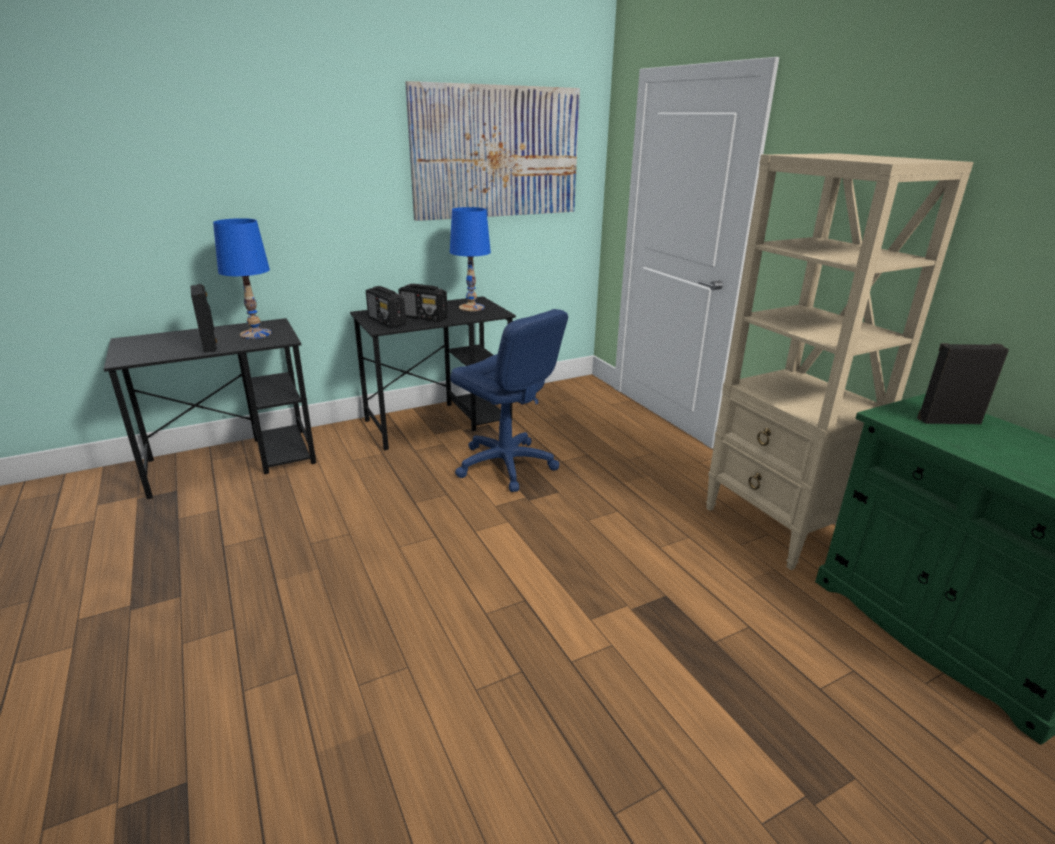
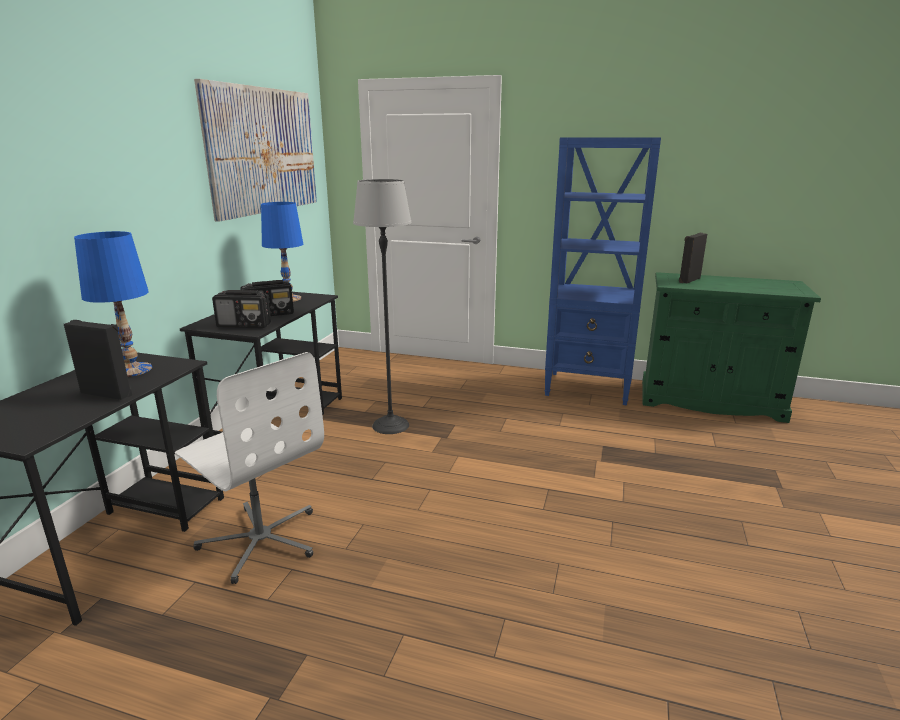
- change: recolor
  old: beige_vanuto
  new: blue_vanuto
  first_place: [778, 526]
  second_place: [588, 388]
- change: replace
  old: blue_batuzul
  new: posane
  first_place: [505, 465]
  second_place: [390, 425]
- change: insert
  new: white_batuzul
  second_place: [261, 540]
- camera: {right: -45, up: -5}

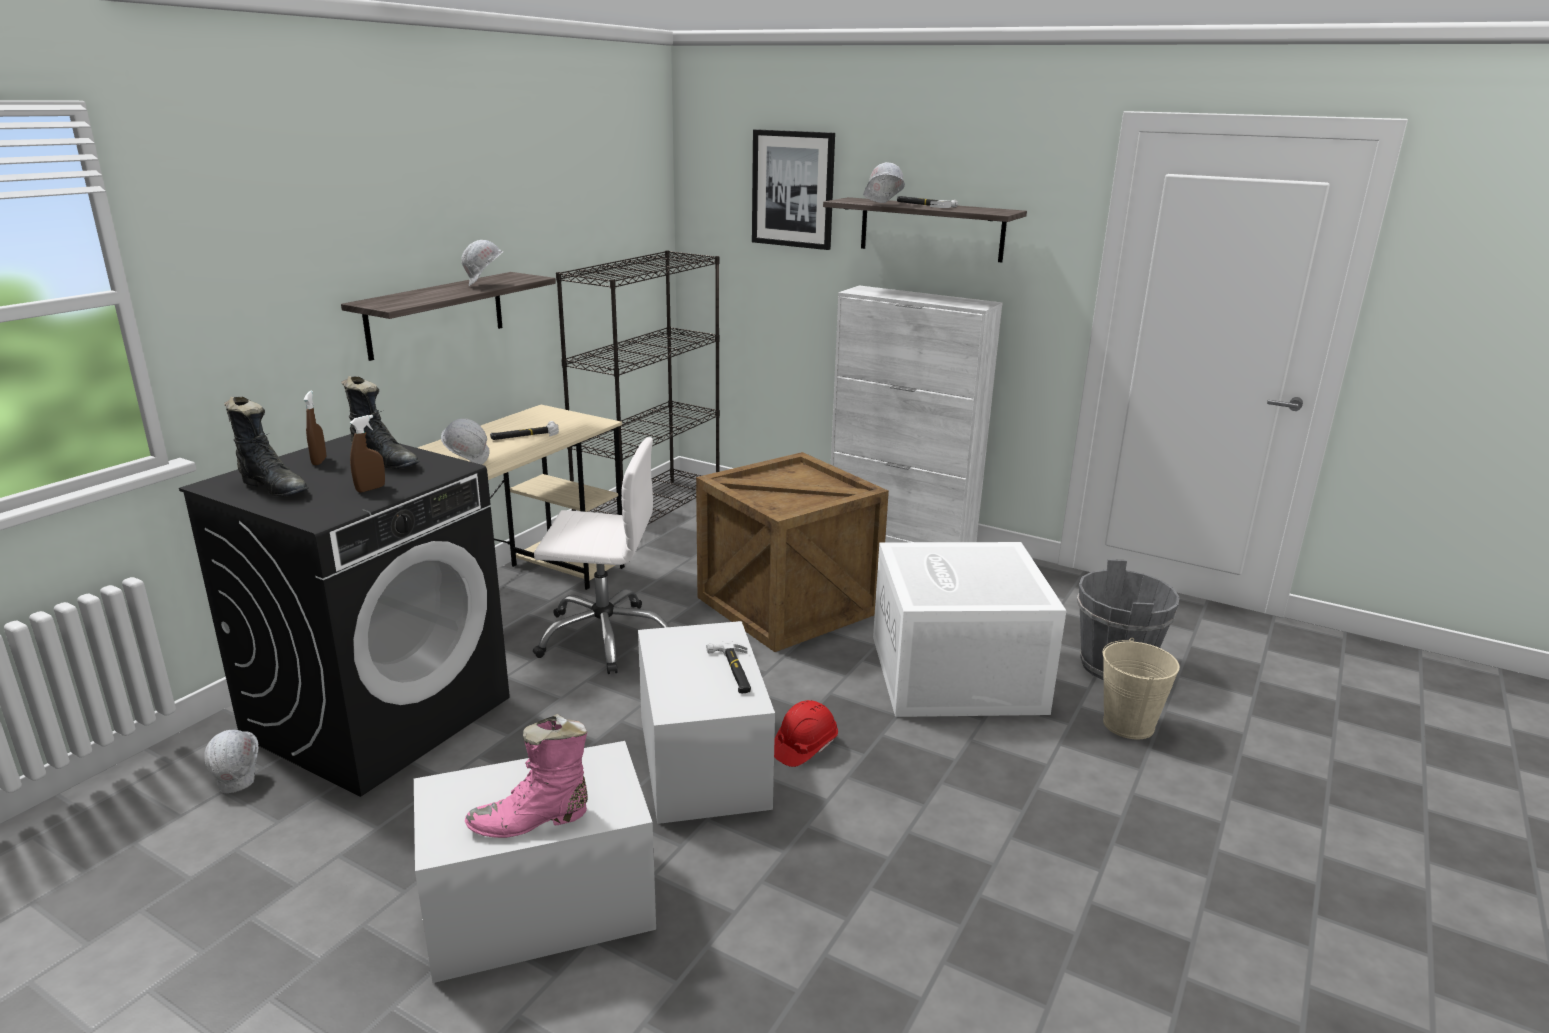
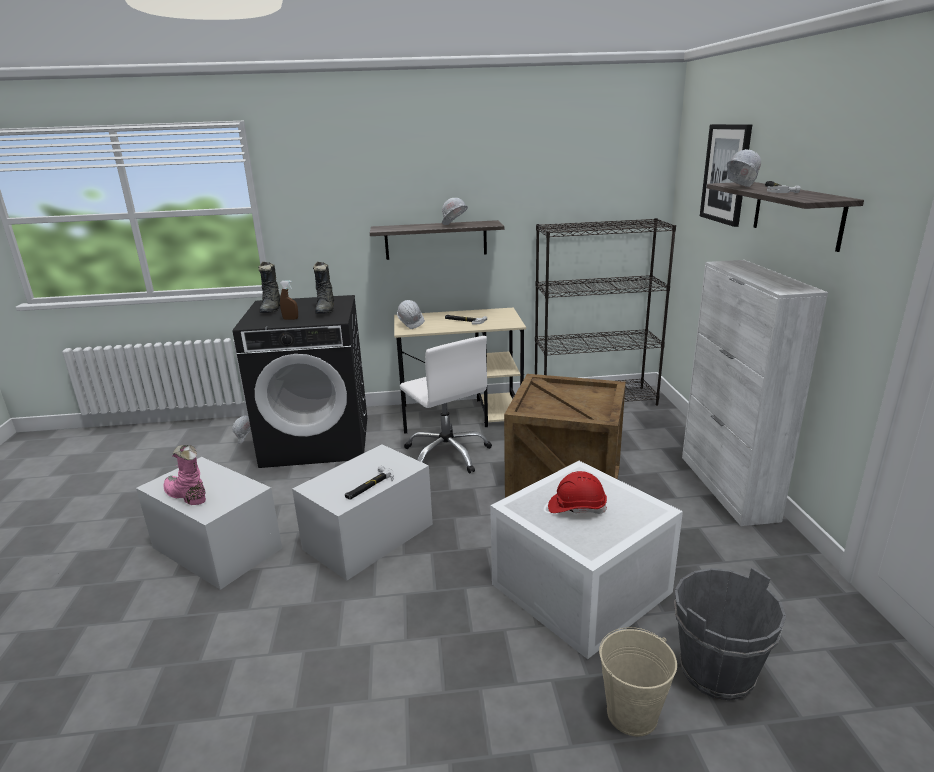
- change: delete
  old: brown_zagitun
  first_place: [319, 461]
- change: move
  old: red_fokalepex
  first_place: [804, 747]
  second_place: [576, 507]
- camera: {right: 55, up: 0}

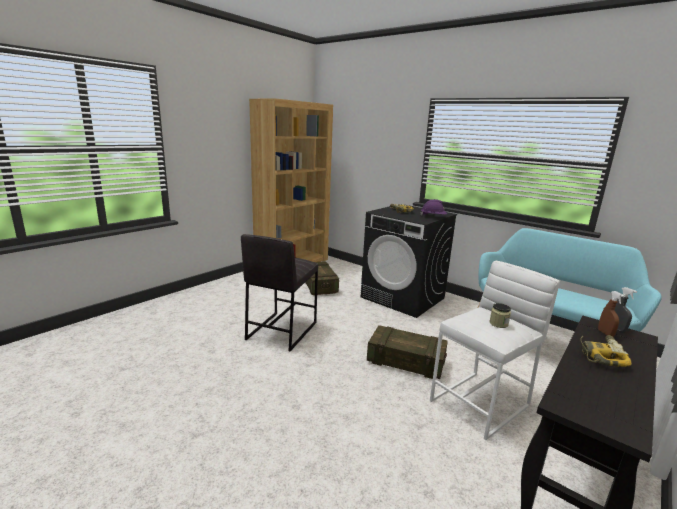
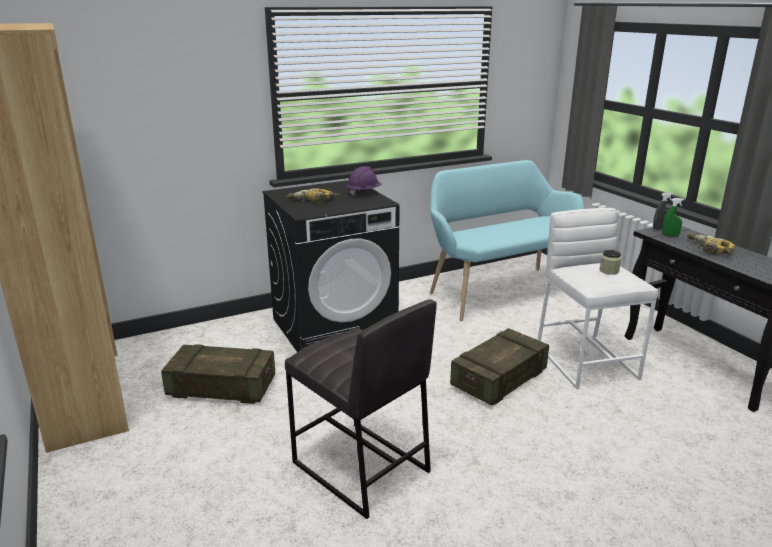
- change: recolor
  old: brown_zagitun
  new: green_zagitun
  first_place: [605, 333]
  second_place: [670, 235]
- camera: {right: -65, up: 5}

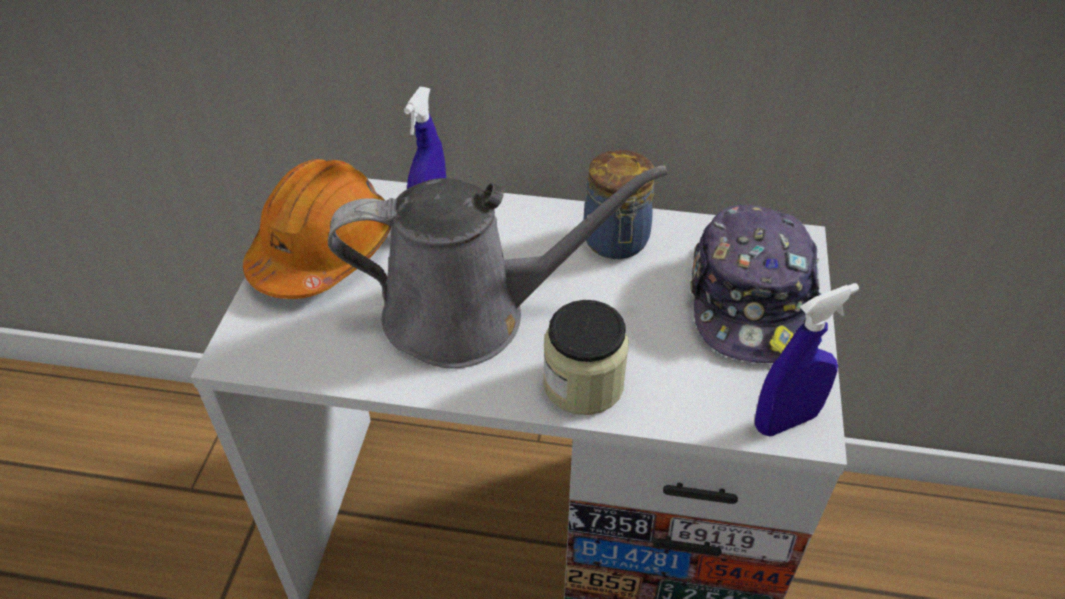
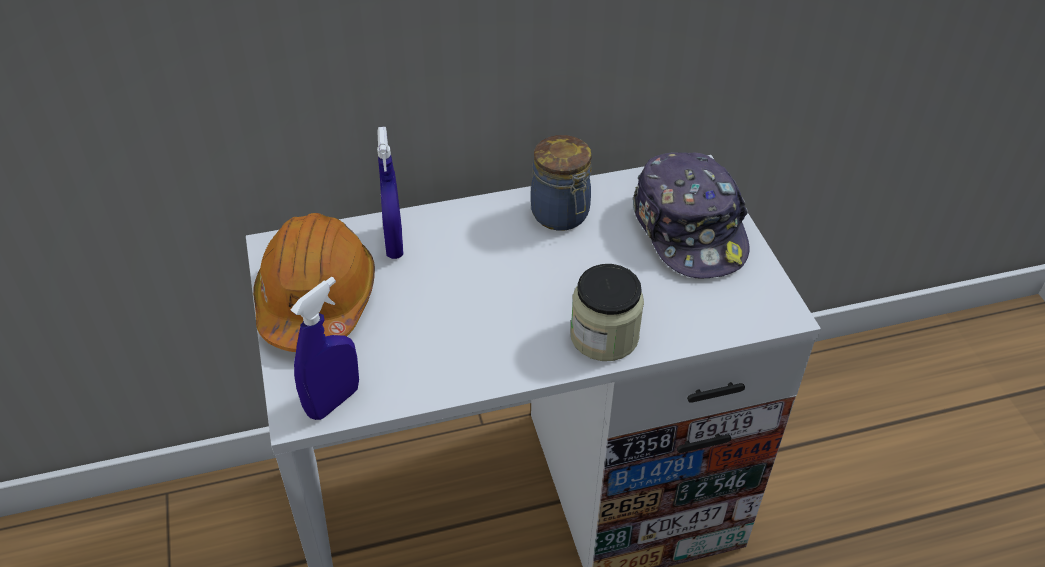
- change: delete
  old: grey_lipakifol
  first_place: [469, 314]
- change: move
  old: blue_zagitun
  first_place: [785, 420]
  second_place: [333, 401]
- camera: {right: -25, up: 0}

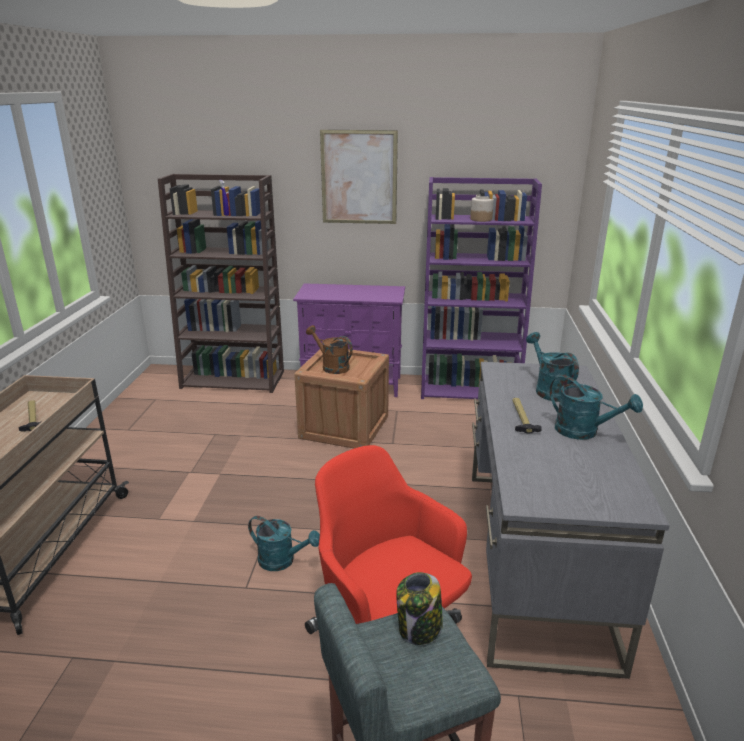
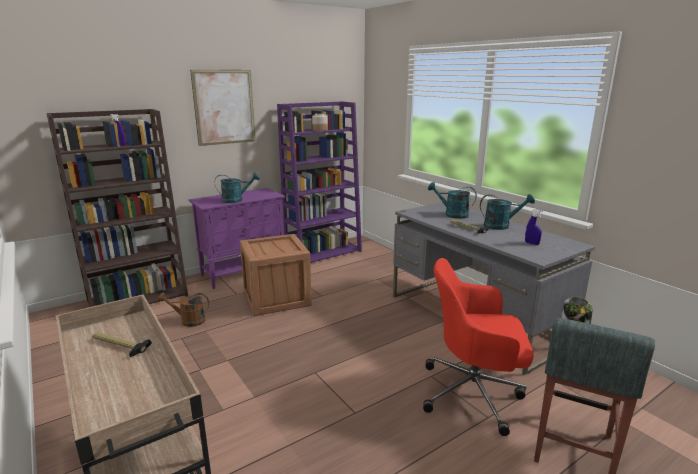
- change: move
  old: brown_lipakifol
  first_place: [331, 366]
  second_place: [188, 321]
- change: move
  old: turquoise_lipakifol
  first_place: [282, 561]
  second_place: [236, 200]
- change: insert
  new: blue_zagitun
  second_place: [531, 243]
- camera: {right: -40, up: -5}

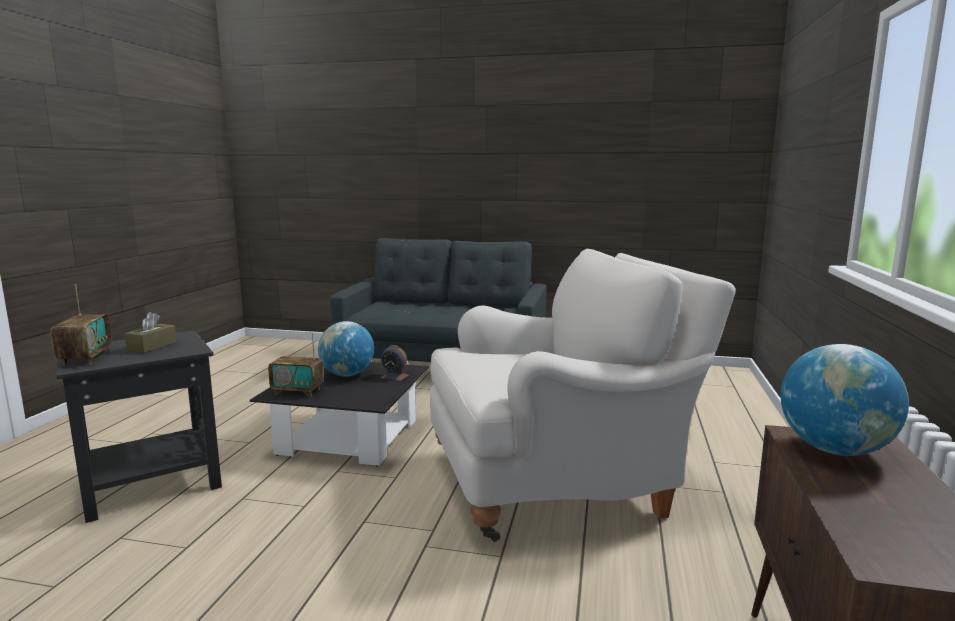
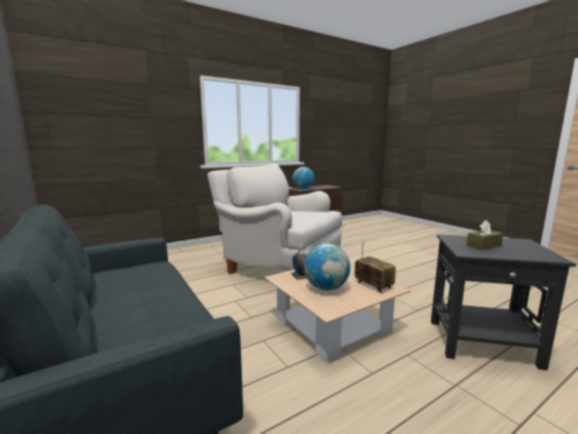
- change: delete
  old: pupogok
  first_place: [85, 358]
- change: recolor
  old: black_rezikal
  new: beige_rezikal
  first_place: [349, 437]
  second_place: [332, 325]
- camera: {right: -135, up: 0}

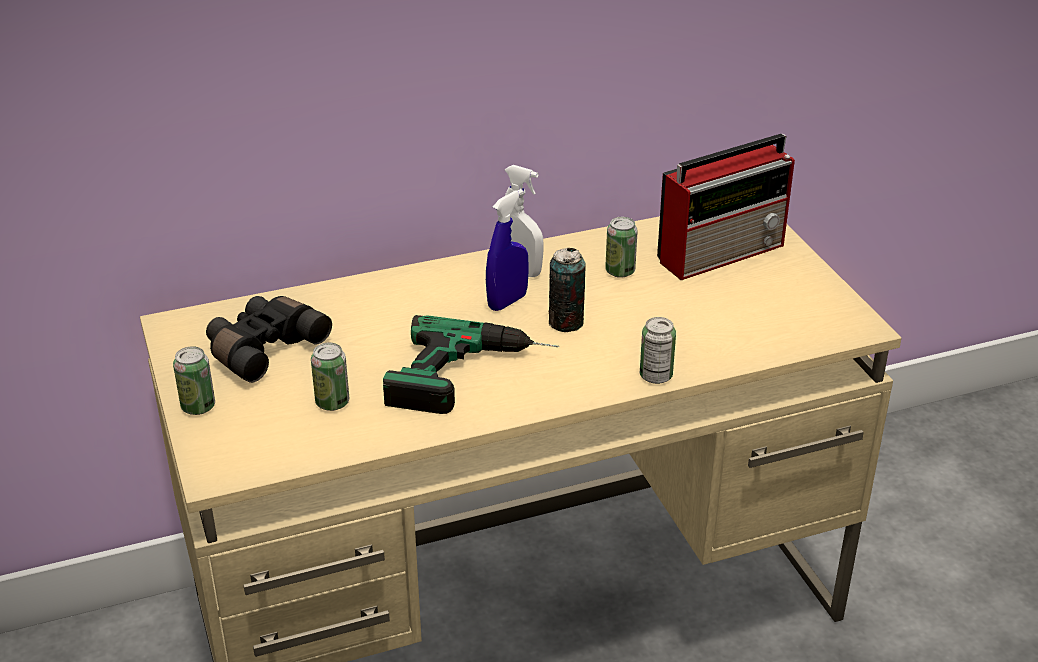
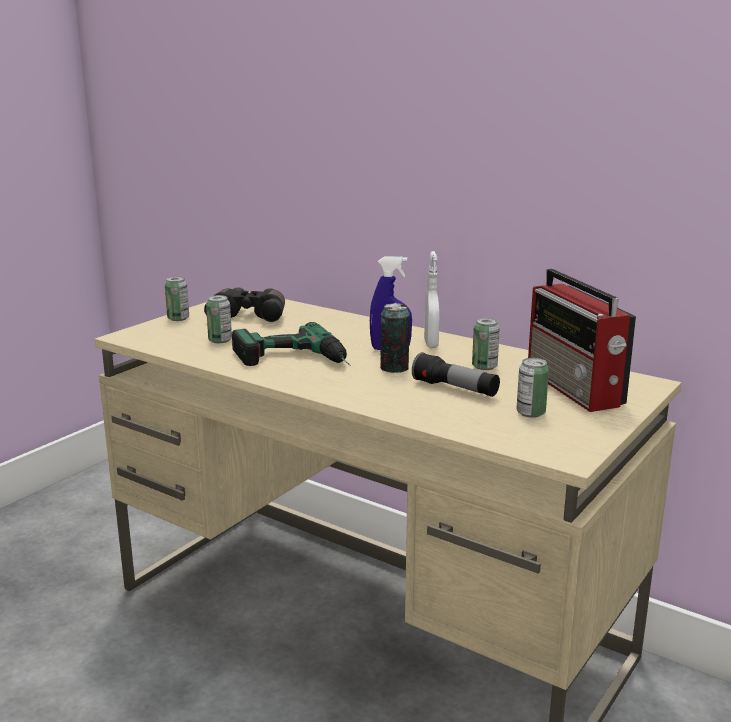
- change: rotate
  old: pupogok
  first_place: [723, 252]
  second_place: [575, 388]
  degrees: 45
- change: move
  old: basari
  first_place: [655, 376]
  second_place: [530, 413]
- change: insert
  new: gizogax
  second_place: [455, 389]
- camera: {right: 55, up: -15}

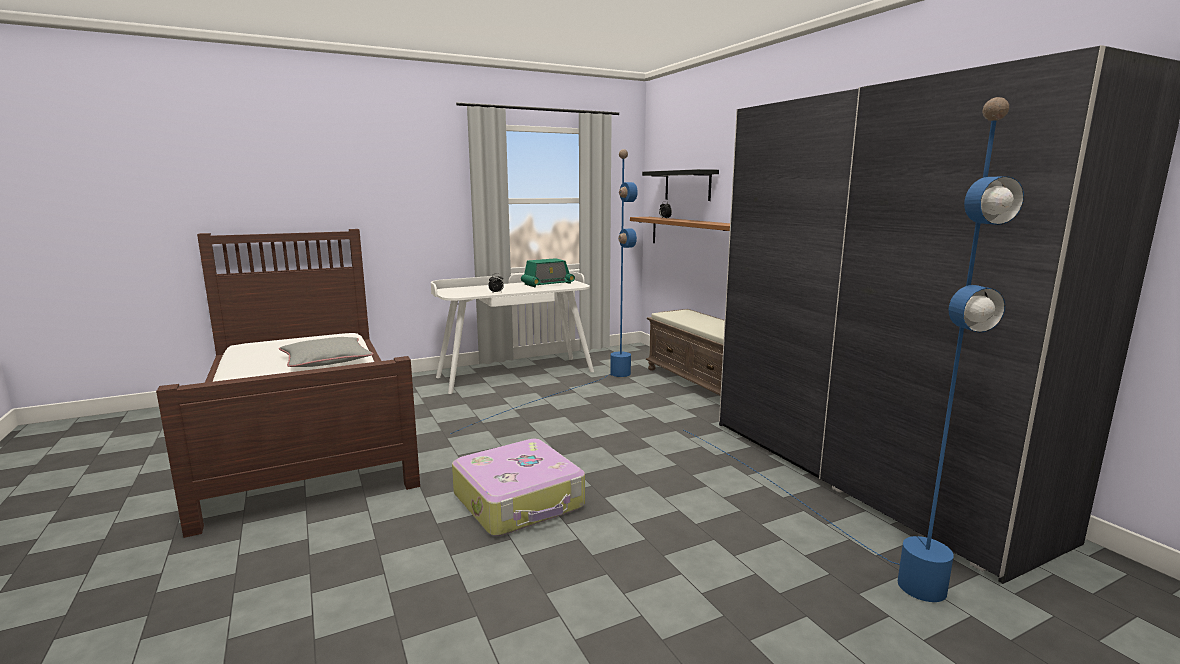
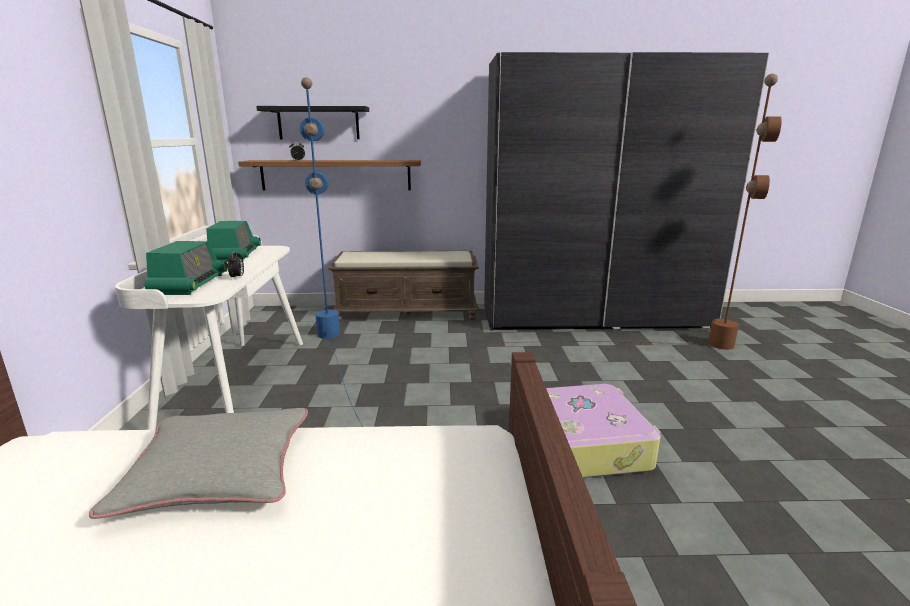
- change: recolor
  old: blue_posane
  new: brown_posane
  first_place: [831, 525]
  second_place: [655, 344]
- change: insert
  new: pupogok
  second_place: [190, 284]
- camera: {right: -65, up: 5}

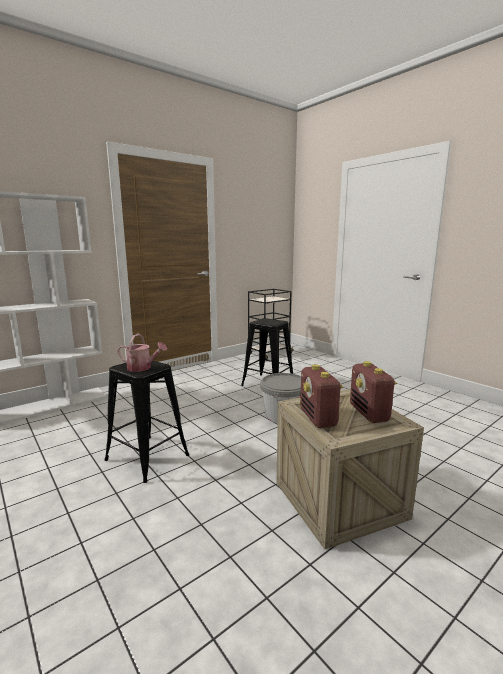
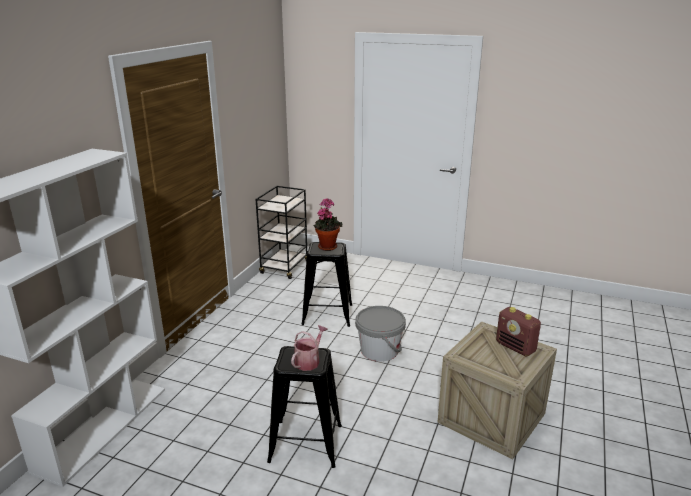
- change: rotate
  old: lipakifol
  first_place: [142, 368]
  second_place: [309, 361]
  degrees: -45
- change: delete
  old: pupogok
  first_place: [318, 418]
- change: insert
  new: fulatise
  second_place: [327, 246]
- camera: {right: -30, up: 10}

